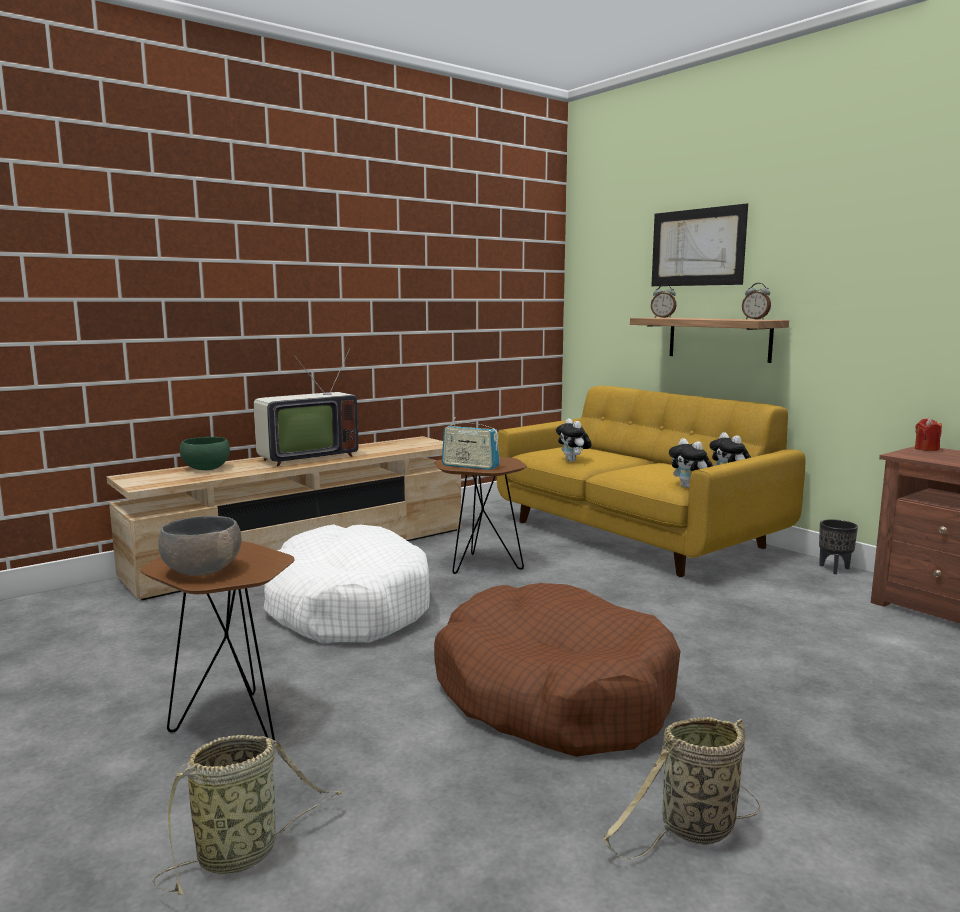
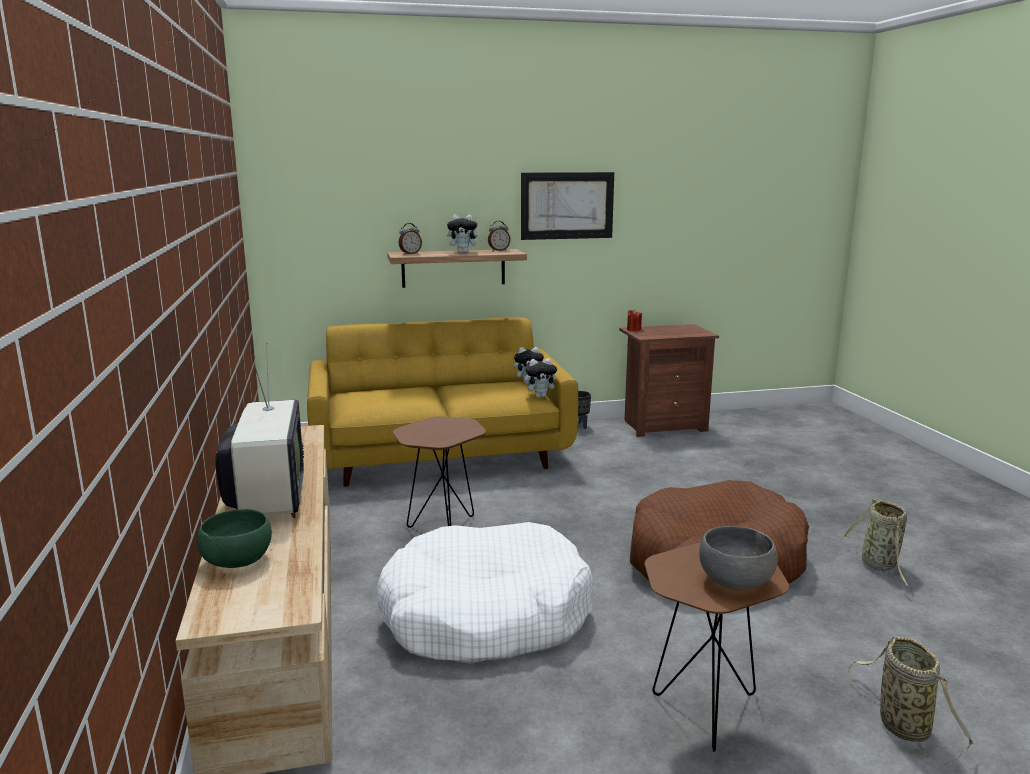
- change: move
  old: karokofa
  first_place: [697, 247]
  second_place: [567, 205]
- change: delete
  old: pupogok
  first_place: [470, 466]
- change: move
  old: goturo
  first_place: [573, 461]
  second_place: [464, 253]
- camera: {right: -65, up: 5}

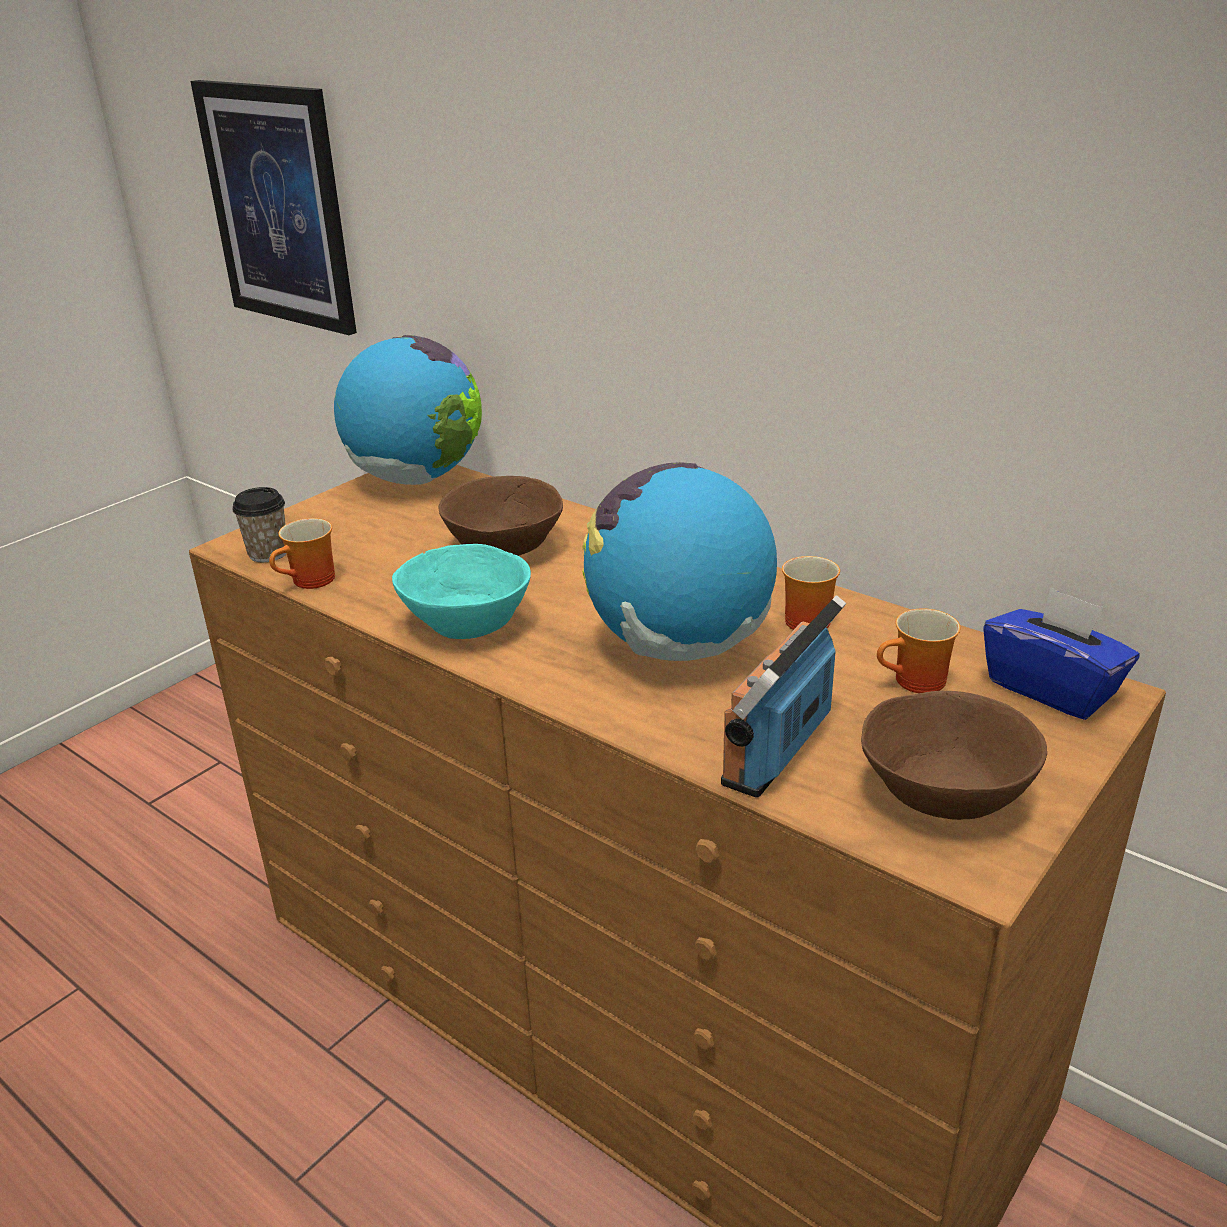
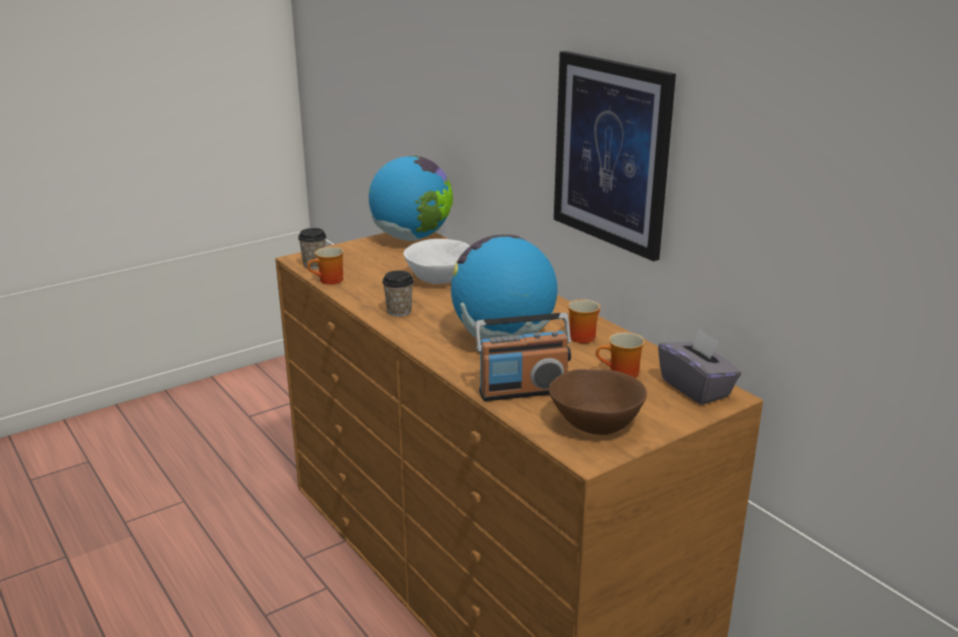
- change: move
  old: karokofa
  first_place: [278, 206]
  second_place: [611, 153]
- change: recolor
  old: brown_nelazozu
  new: white_nelazozu
  first_place: [502, 548]
  second_place: [438, 279]
- change: replace
  old: turquoise_nelazozu
  new: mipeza
  first_place: [468, 623]
  second_place: [399, 311]
- change: recolor
  old: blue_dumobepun
  new: grey_dumobepun
  first_place: [1051, 688]
  second_place: [696, 388]
- change: rotate
  old: pupogok
  first_place: [777, 750]
  second_place: [522, 391]
  degrees: -150
- camera: {right: 15, up: -5}

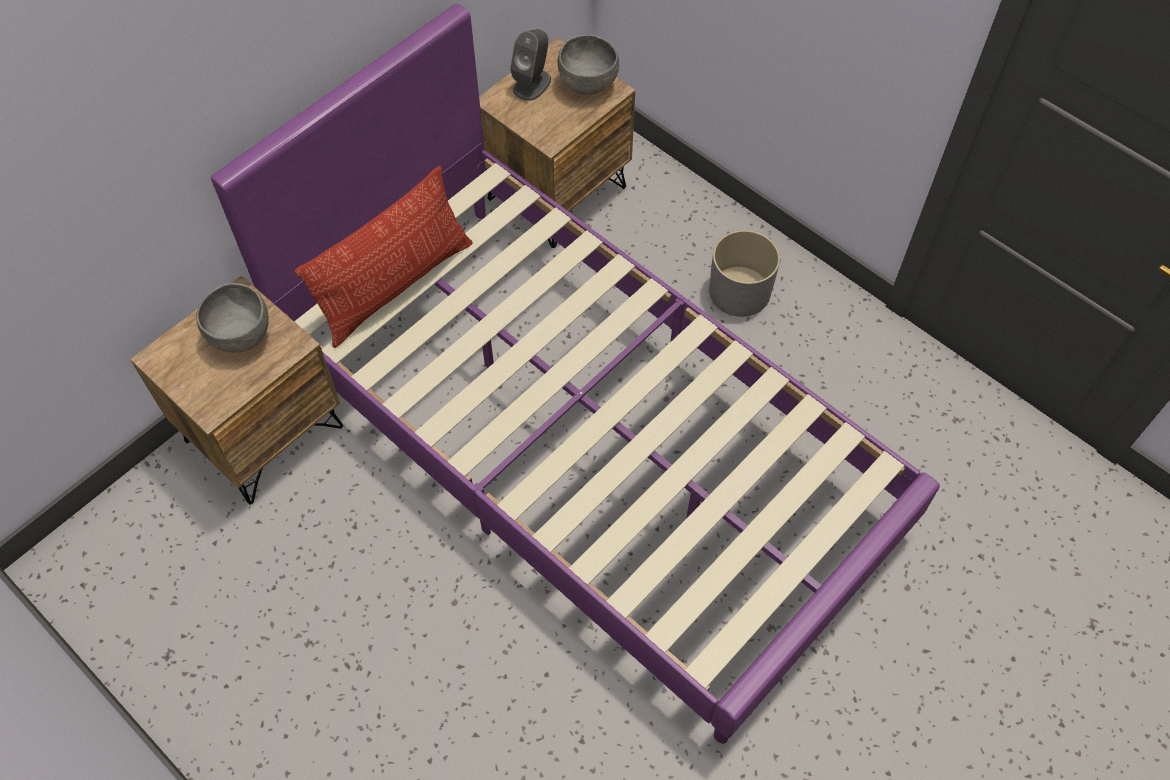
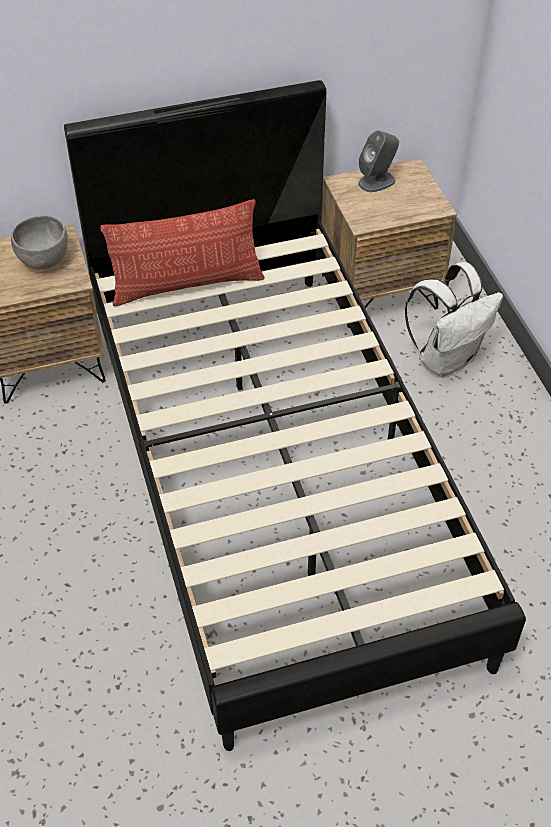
- change: recolor
  old: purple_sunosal
  new: black_sunosal
  first_place: [584, 441]
  second_place: [275, 473]
- change: delete
  old: grey_nelazozu
  first_place: [587, 84]
- change: delete
  old: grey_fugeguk
  first_place: [739, 291]
- change: insert
  new: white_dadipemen
  second_place: [447, 358]
- camera: {right: 30, up: -10}

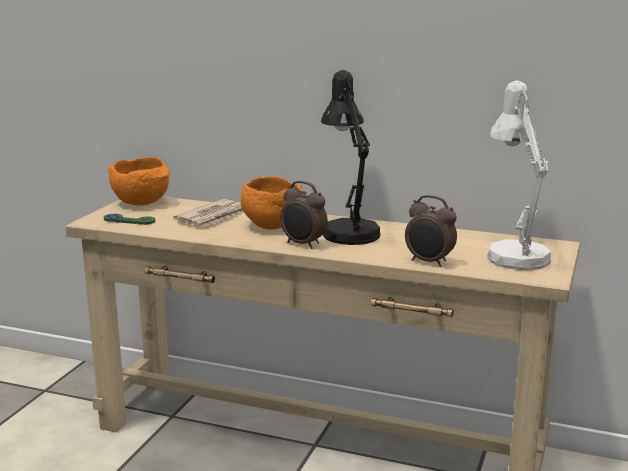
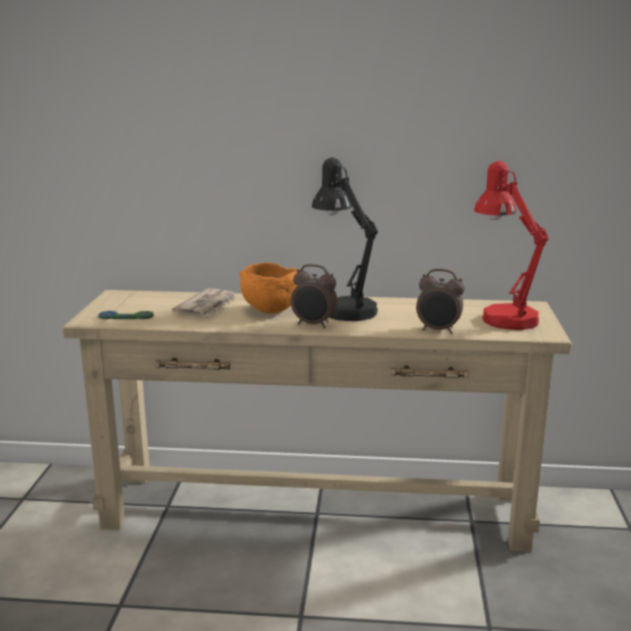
- change: recolor
  old: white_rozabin
  new: red_rozabin
  first_place: [514, 254]
  second_place: [503, 316]
- change: delete
  old: orange_nelazozu
  first_place: [142, 203]
- camera: {right: -15, up: 0}

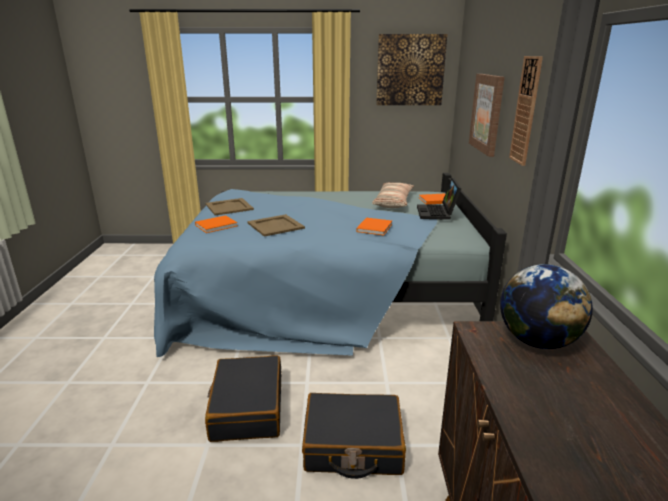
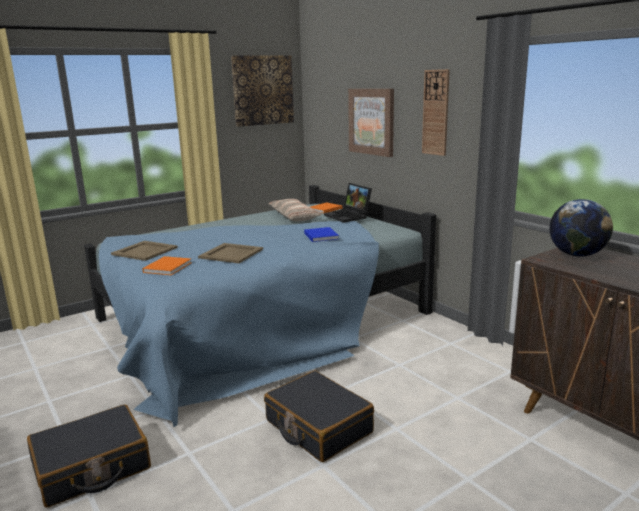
- change: recolor
  old: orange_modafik
  new: blue_modafik
  first_place: [375, 227]
  second_place: [320, 235]
- change: move
  old: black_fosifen
  first_place: [353, 445]
  second_place: [92, 467]
- camera: {right: -35, up: -5}

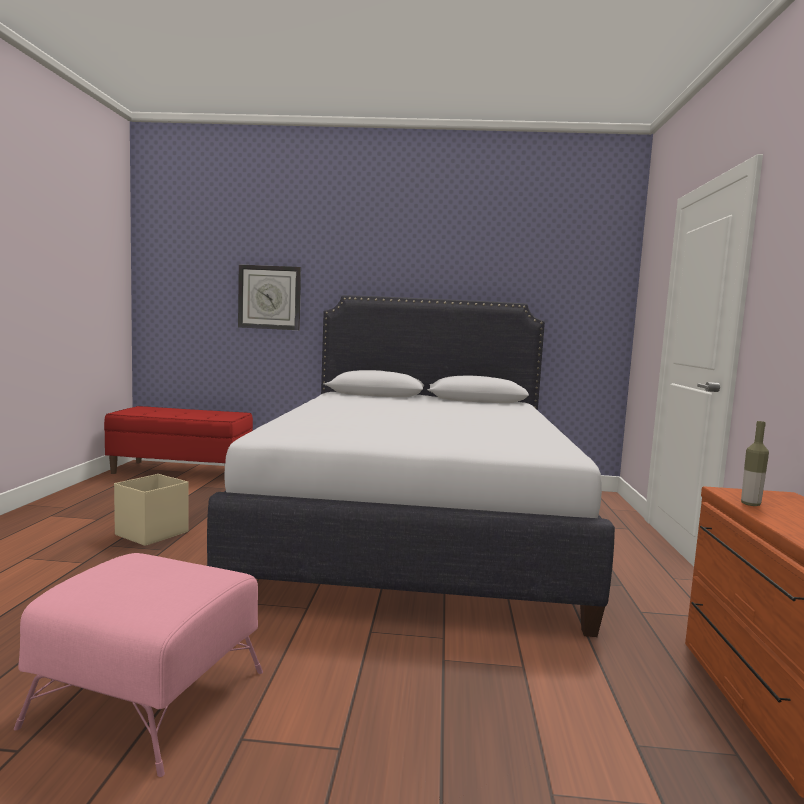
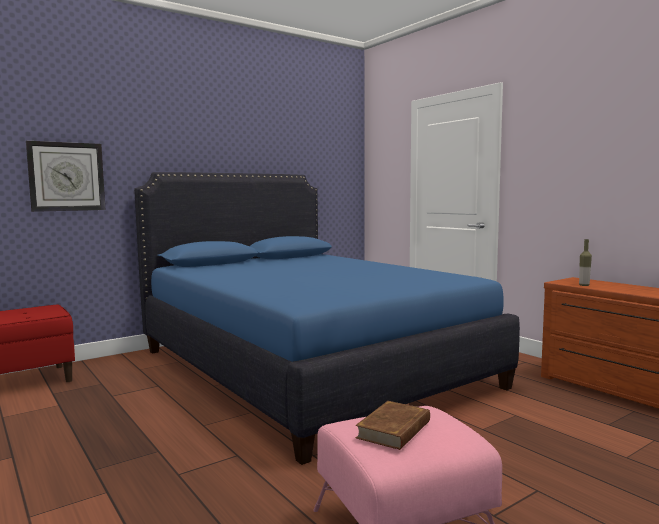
- change: recolor
  old: white_sunosal
  new: blue_sunosal
  first_place: [415, 529]
  second_place: [308, 367]
- change: delete
  old: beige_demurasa
  first_place: [151, 533]
- change: insert
  new: brown_modafik
  second_place: [394, 430]
- camera: {right: -40, up: 0}

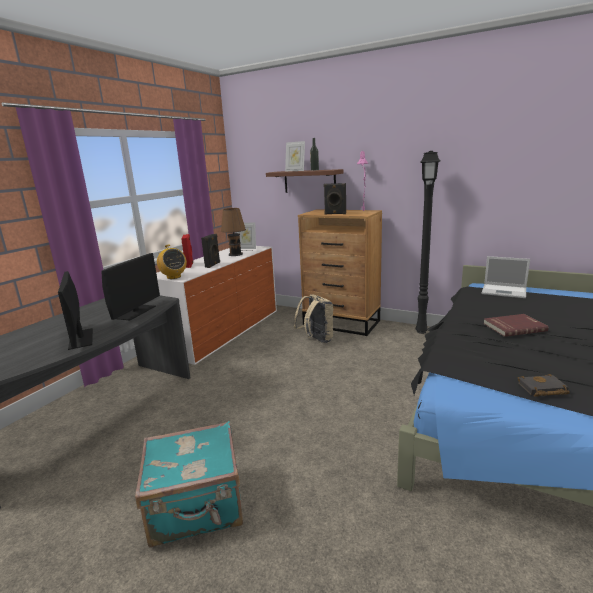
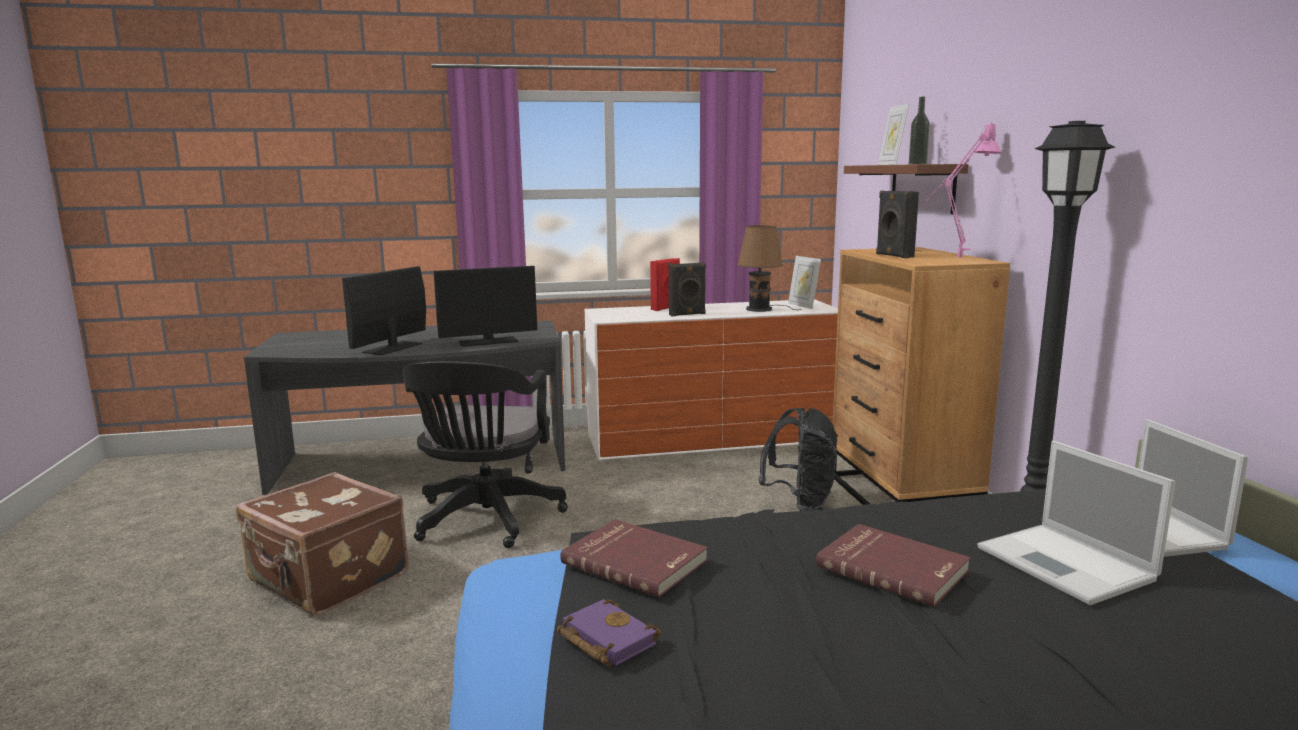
- change: delete
  old: pupogok
  first_place: [173, 277]
- change: recolor
  old: beige_dadipemen
  new: black_dadipemen
  first_place: [316, 340]
  second_place: [800, 502]
- change: recolor
  old: black_modafik
  new: purple_modafik
  first_place: [542, 389]
  second_place: [604, 639]
- change: recolor
  old: turquoise_fosifen
  new: brown_fosifen
  first_place: [197, 507]
  second_place: [327, 579]
- change: insert
  new: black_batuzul
  second_place: [485, 520]
- change: insert
  new: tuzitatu
  second_place: [1068, 565]
- change: insert
  new: red_modafik
  second_place: [636, 561]
- camera: {right: 50, up: -5}

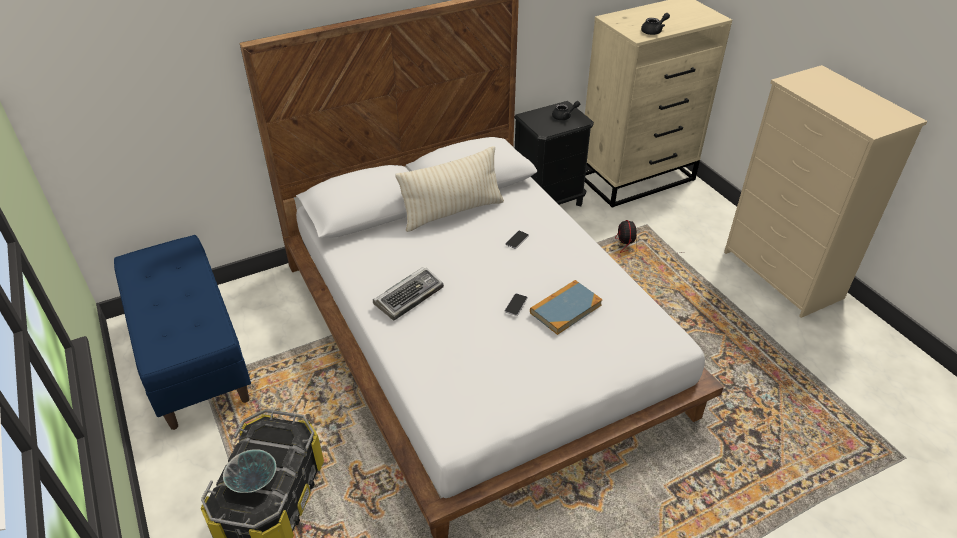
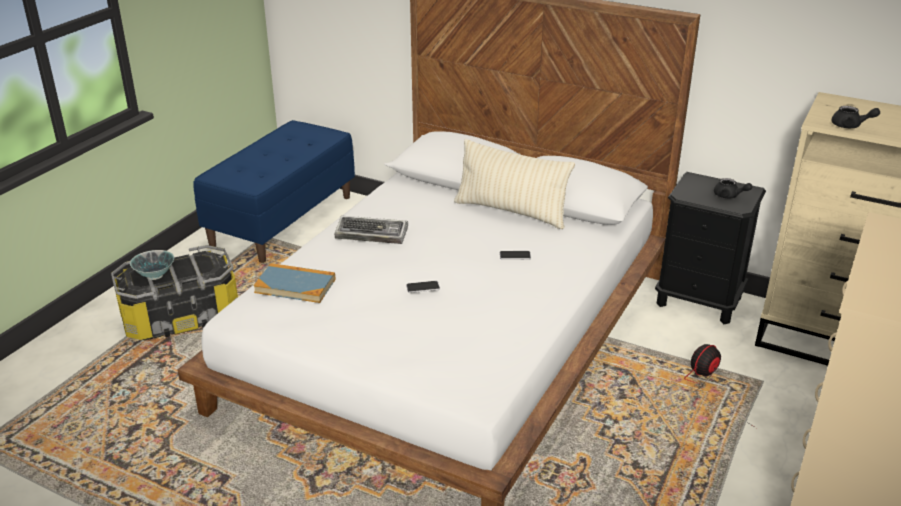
- change: move
  old: modafik
  first_place: [565, 309]
  second_place: [295, 286]
- camera: {right: 55, up: -10}

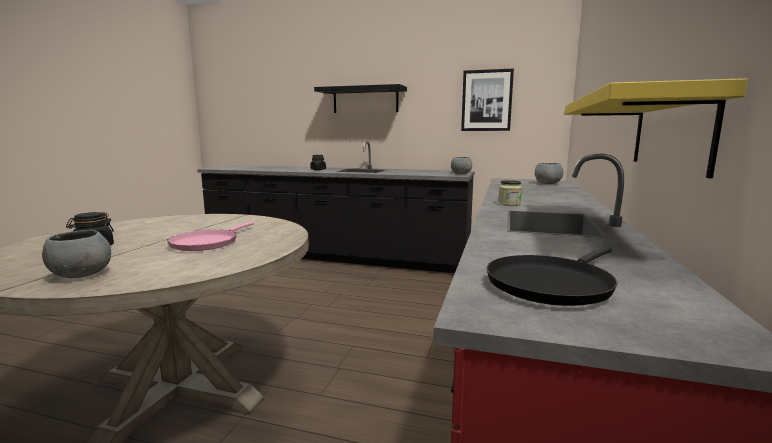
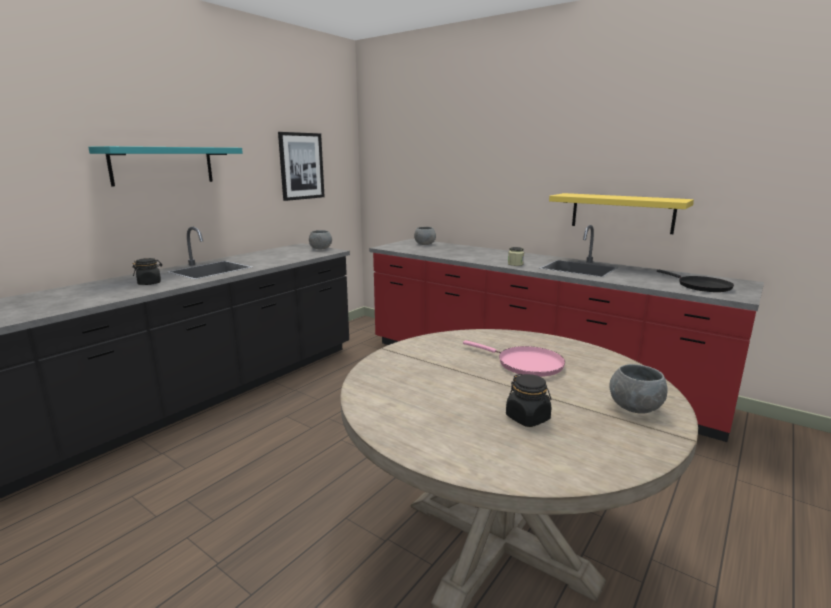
- change: recolor
  old: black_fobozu
  new: turquoise_fobozu
  first_place: [365, 100]
  second_place: [163, 165]
- camera: {right: -70, up: 5}

